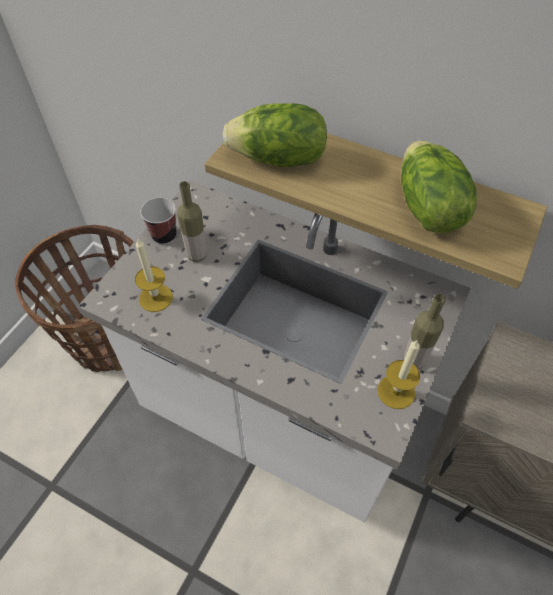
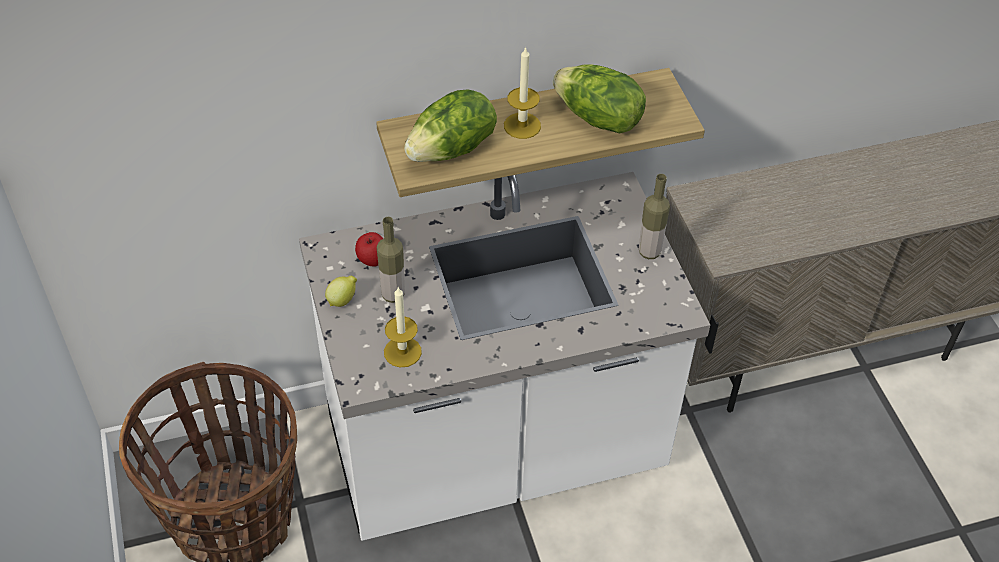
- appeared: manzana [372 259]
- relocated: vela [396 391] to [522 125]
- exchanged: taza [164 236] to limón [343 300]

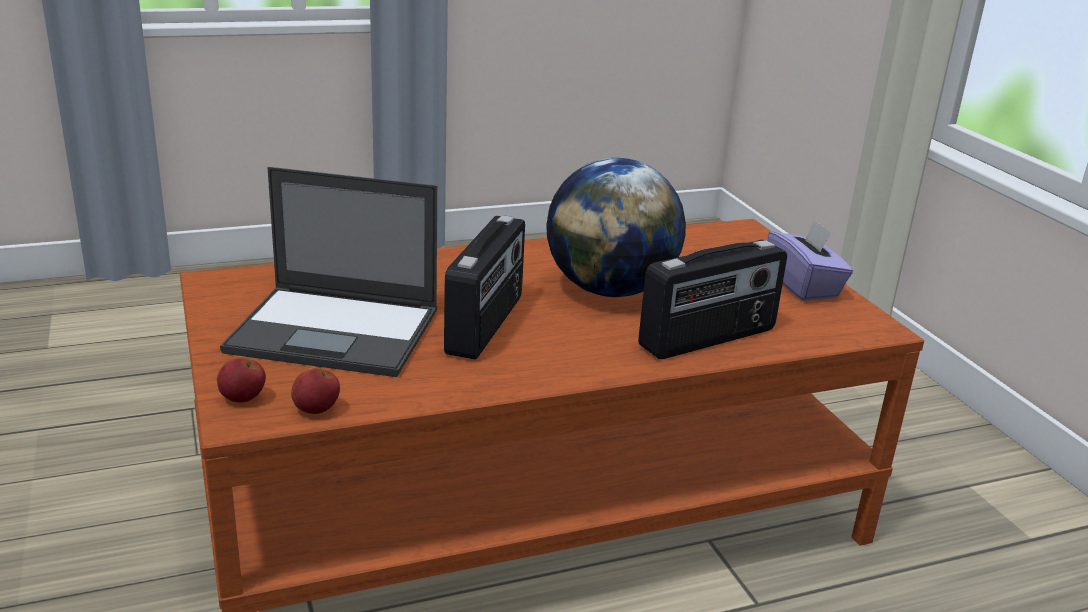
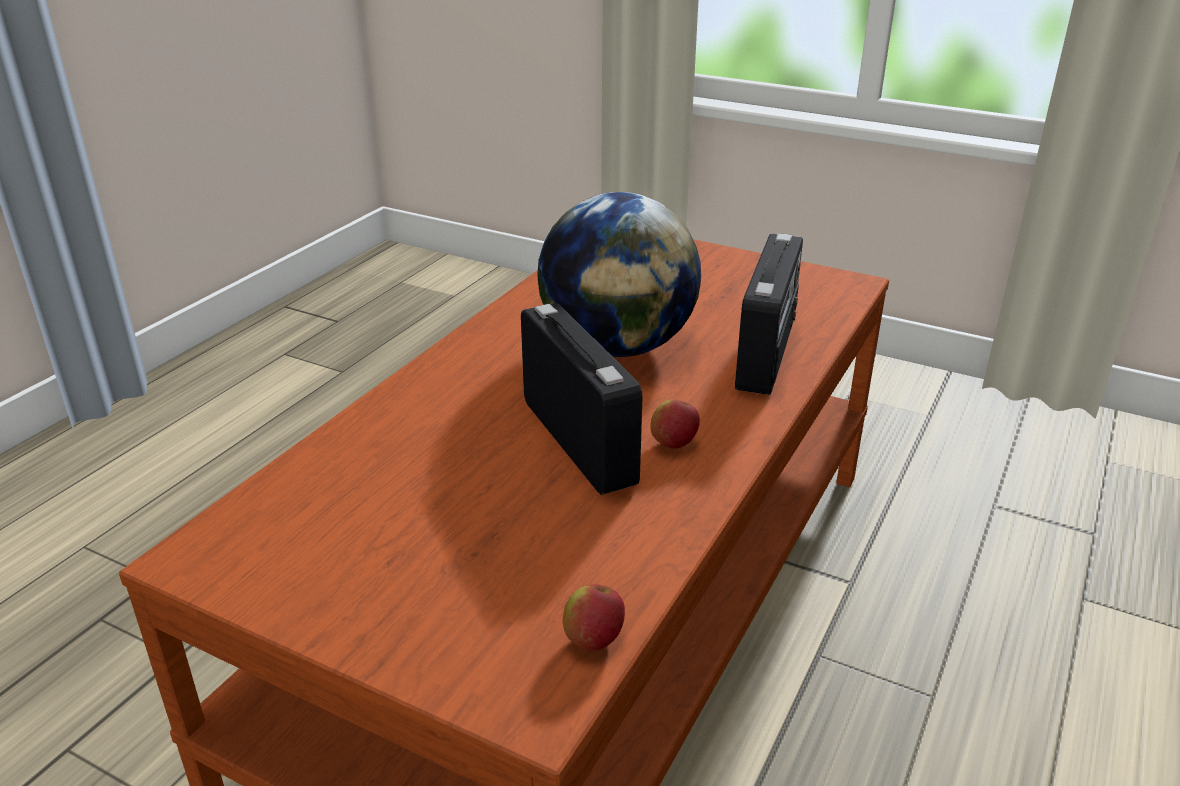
- missing: portátil [337 331]
- missing: caja de pañuelos (morado) [804 286]
- relocated: manzana [243 398] to [673 443]

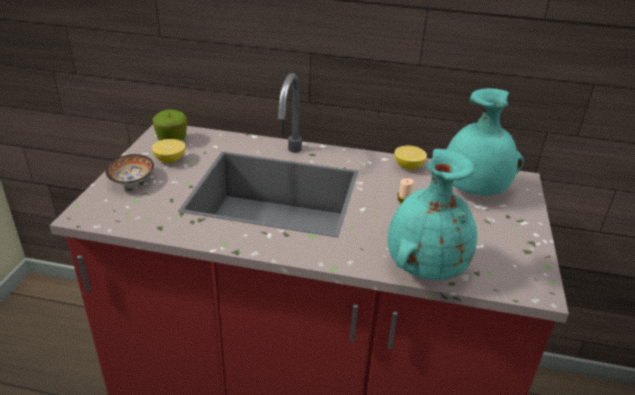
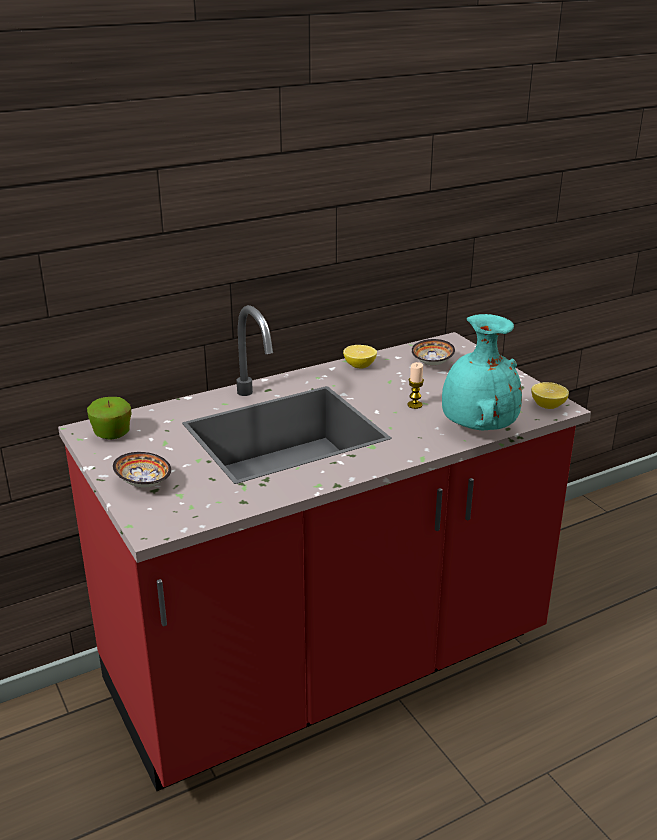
- relocated: limón [170 160] to [548 405]
- exchanged: florero (turquesa) [474 191] to cuenco [432 363]

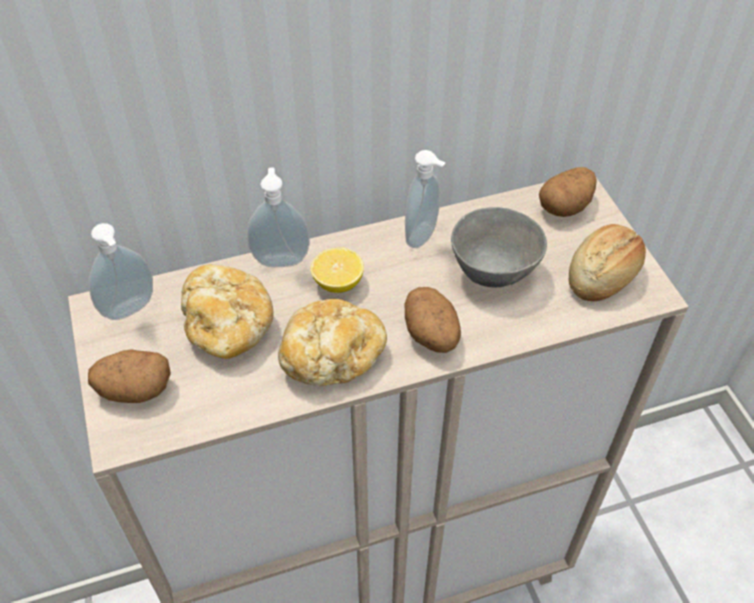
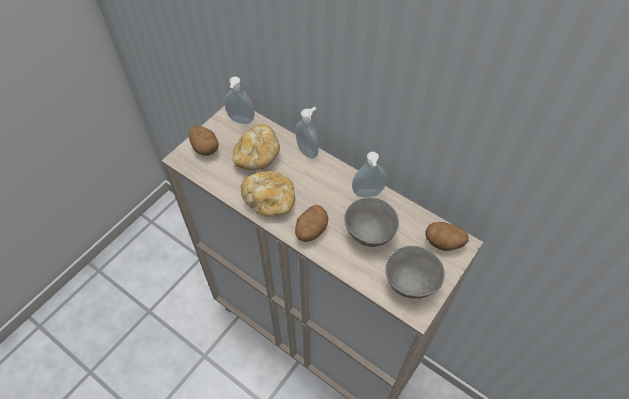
- missing: limón [338 283]
- exchanged: pan [604 275] to cuenco (gris) [410 284]

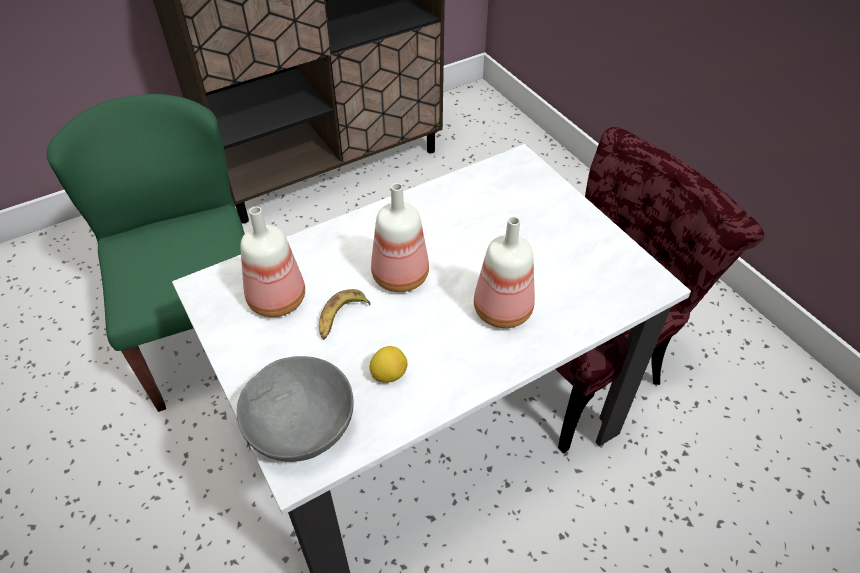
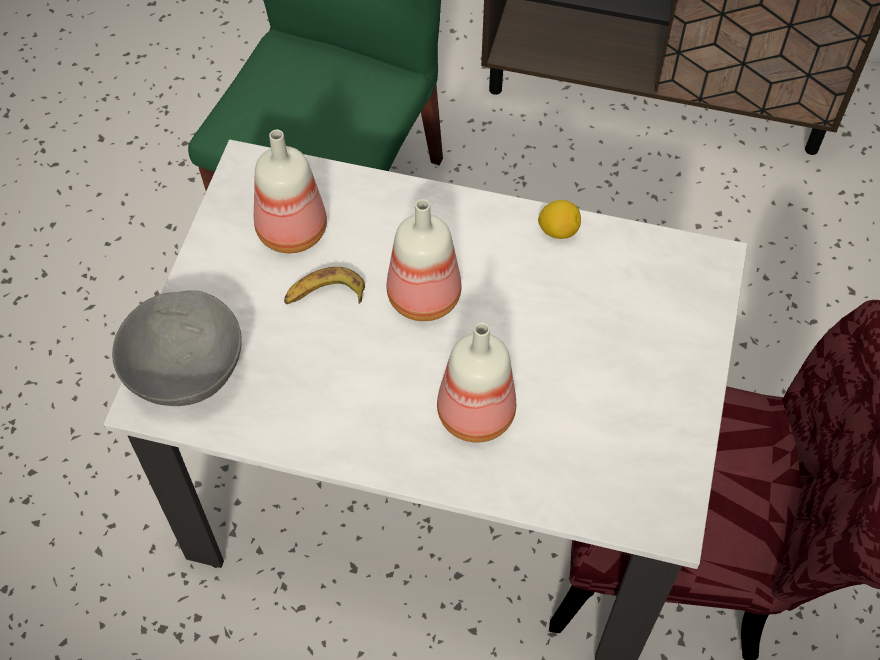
- relocated: limón [389 374] to [558 230]

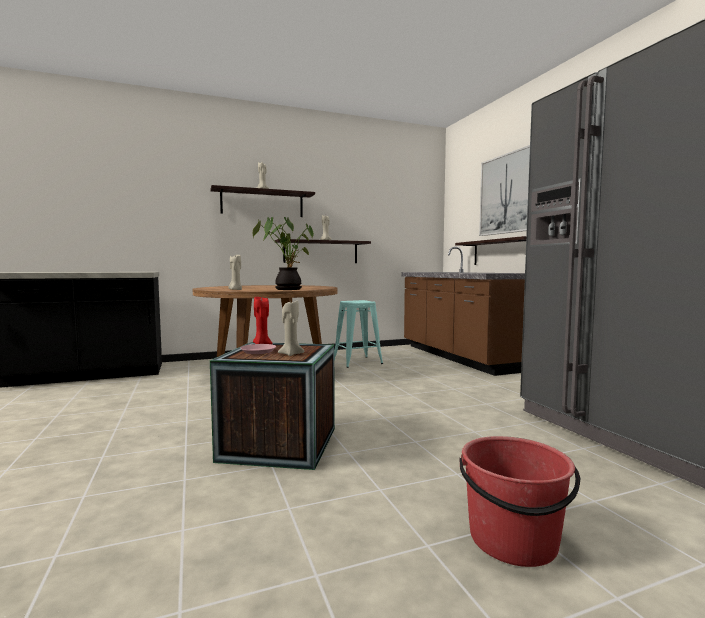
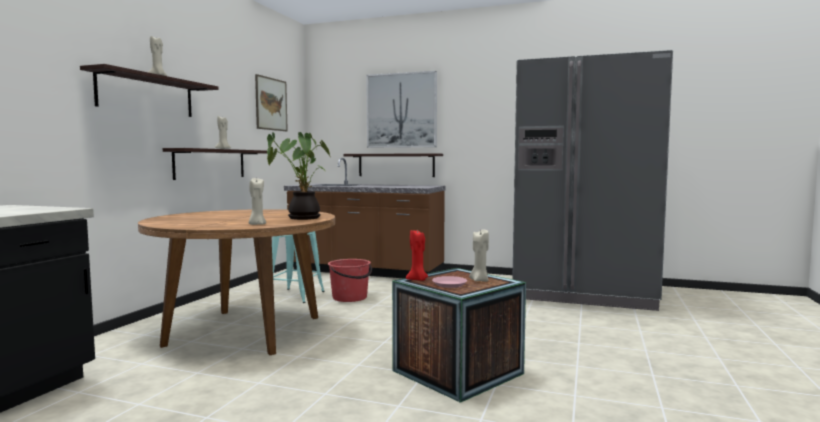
- appeared: cuadro [271 104]
- relocated: cubo (rojo) [513 540] to [350 298]

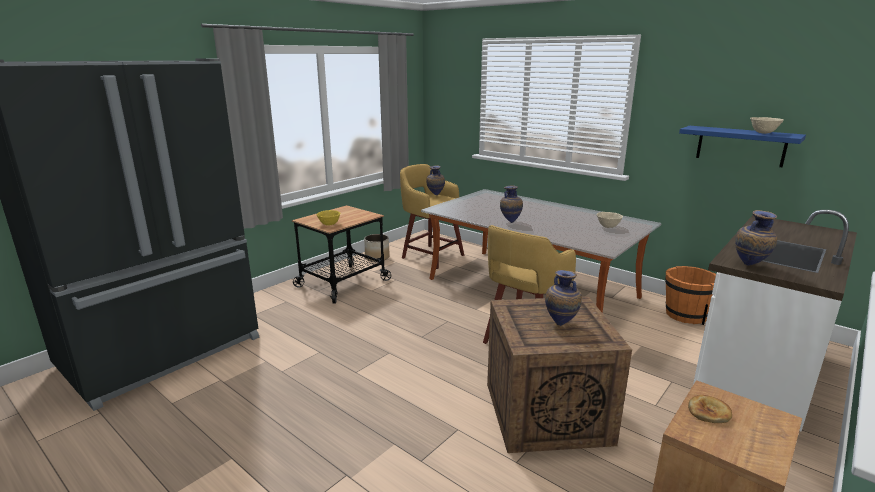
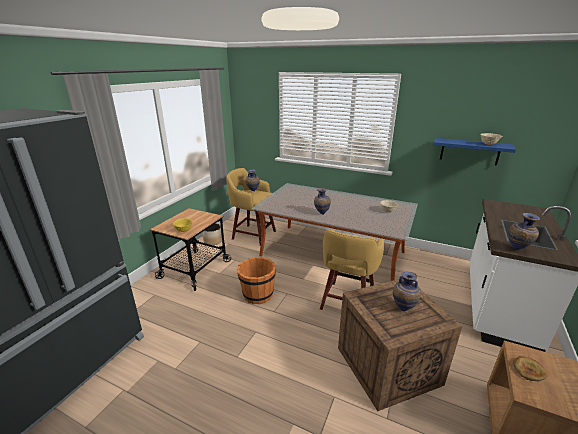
- relocated: cubo (naranja) [685 315] to [257 295]

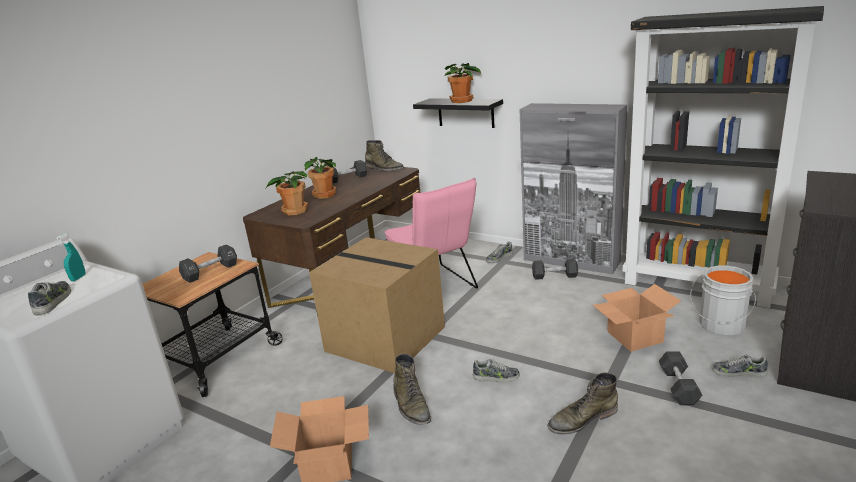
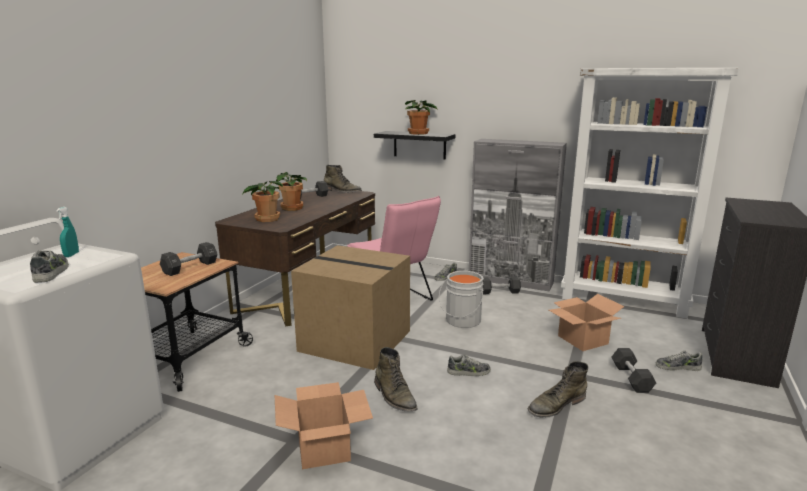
- relocated: cubo (gris) [720 325] to [462 321]
- colour: estantería (negro) [698 285] to estantería (blanco) [624 301]

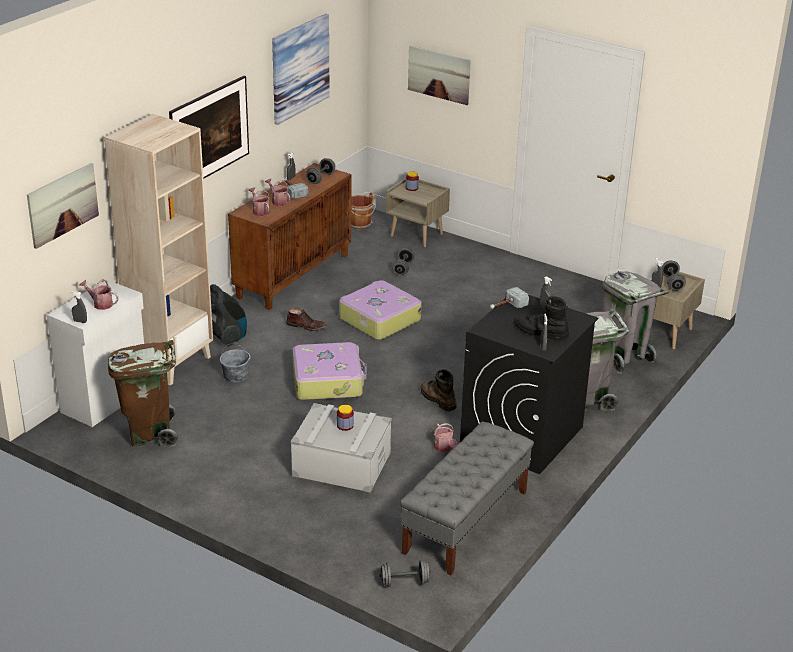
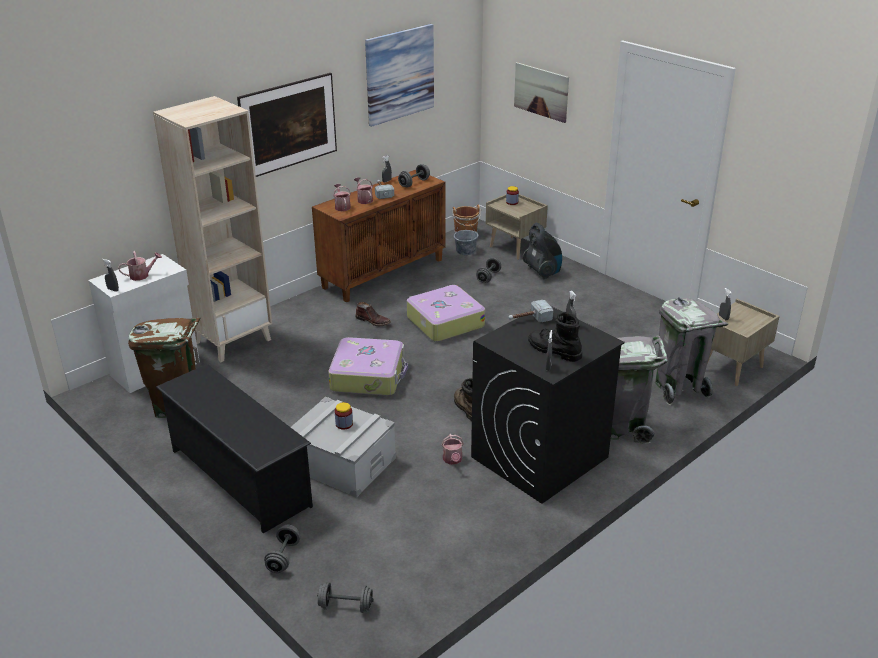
- missing: cuadro [62 204]
- missing: banco (gris) [465 522]
- appeared: zapatero (negro) [239 477]
- relocated: aspiradora [226 337] to [542 272]
- relocated: cubo (gris) [235 376] to [465 251]
- relocated: mancuerna (gris) [672 283] to [283 557]
- spun: regadera [100 304] = [142 275] 120 degrees clockwise

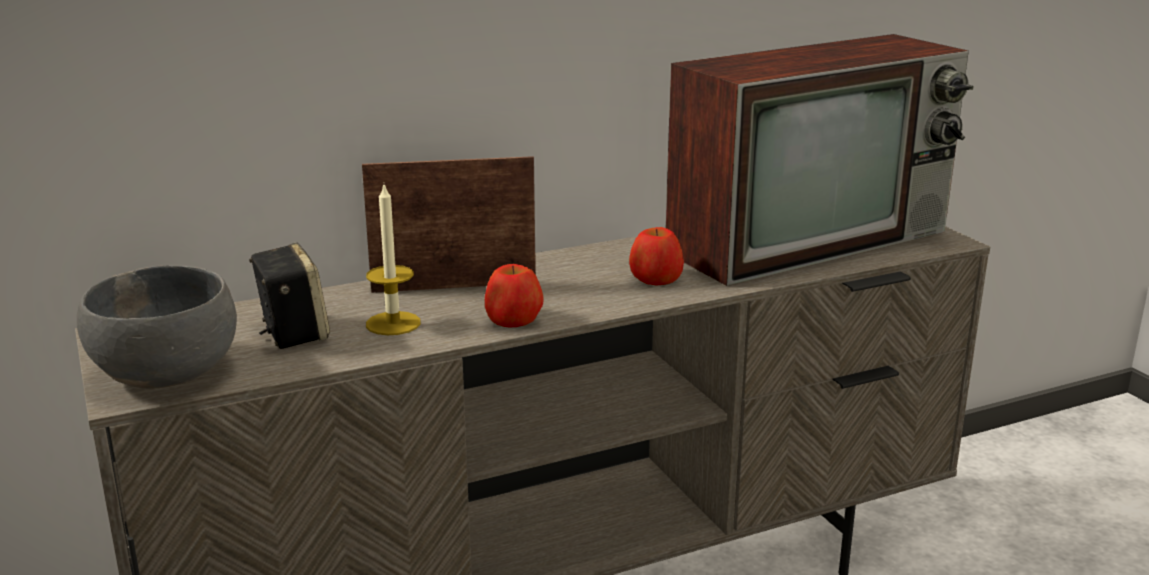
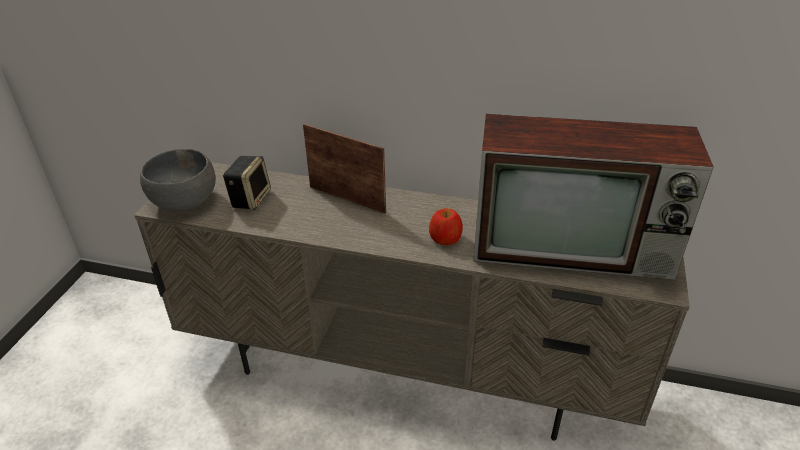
- missing: vela [393 323]
- missing: manzana [514 319]

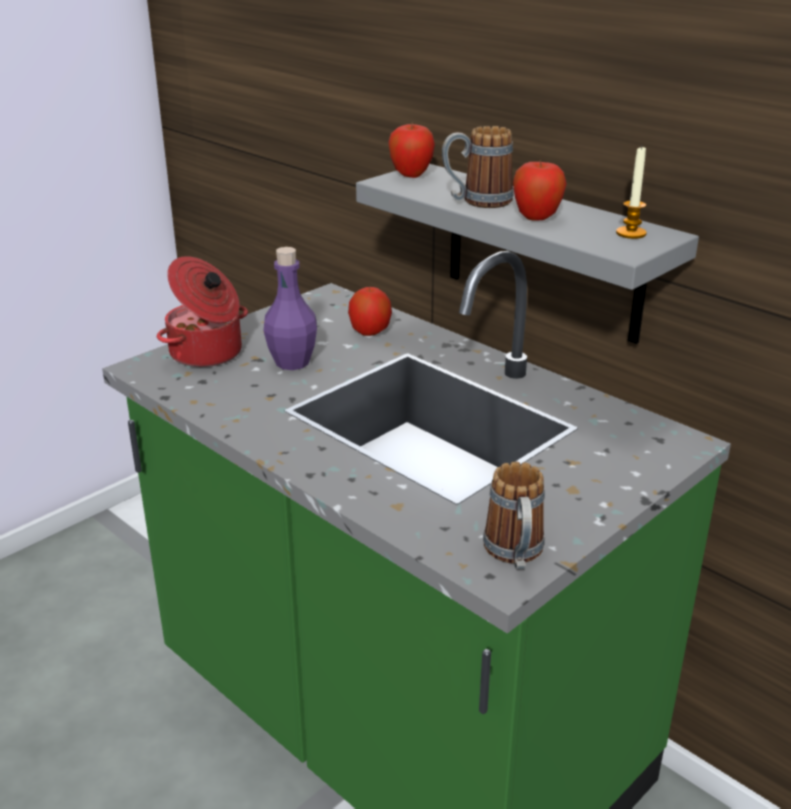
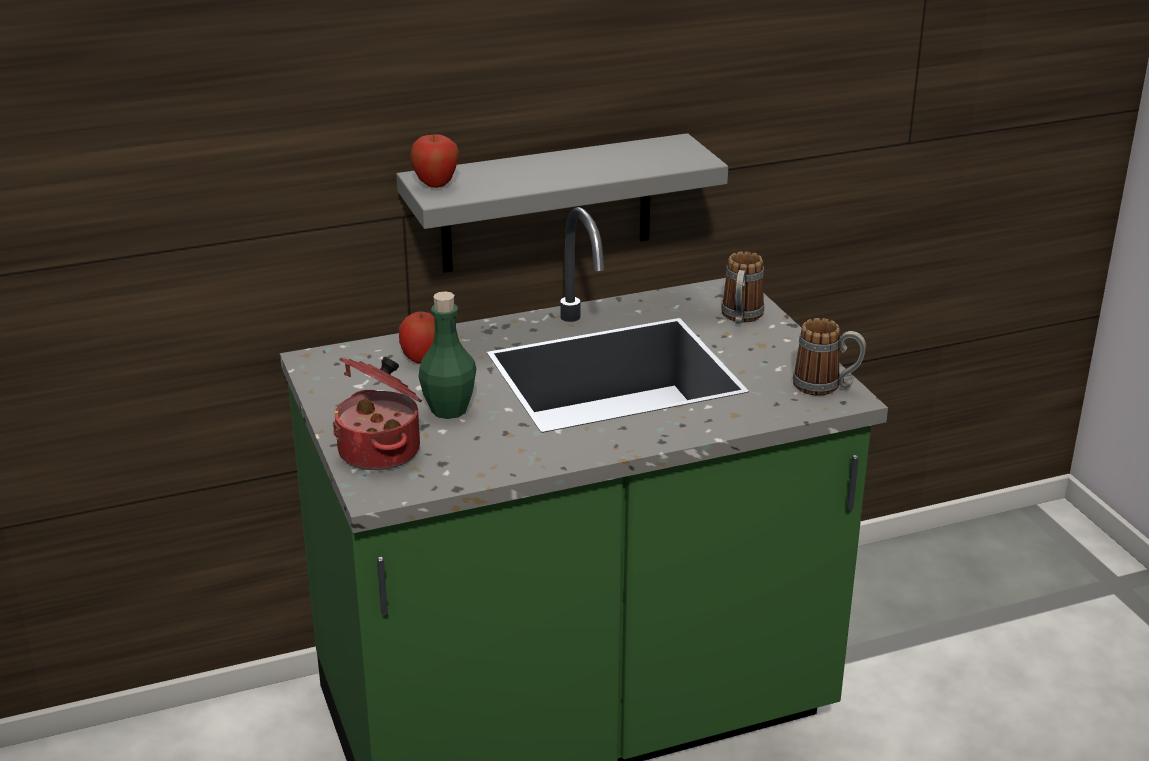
- missing: manzana [536 218]
- missing: vela [631 233]
- relocated: taza grande [476 201] to [740 318]
- colour: botella (morado) [292 362] to botella (verde) [449 409]

